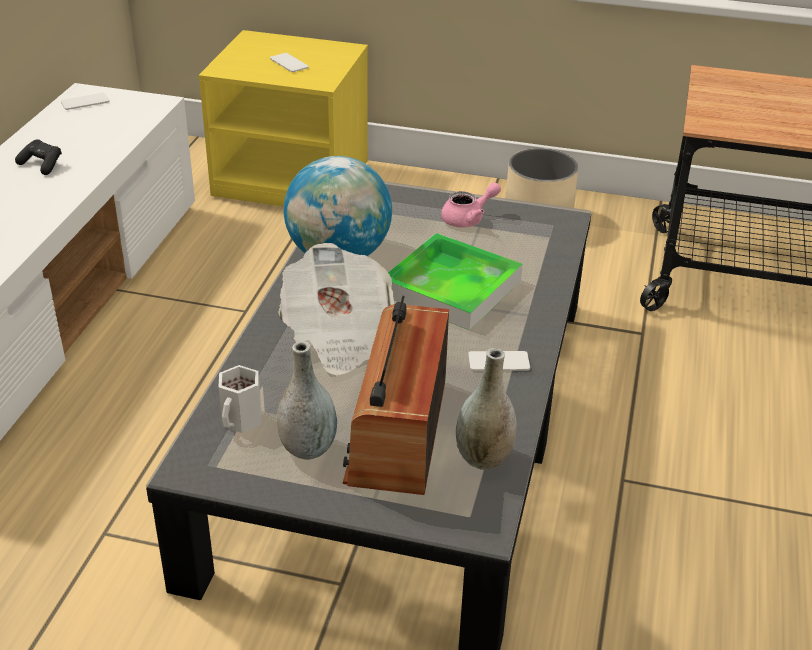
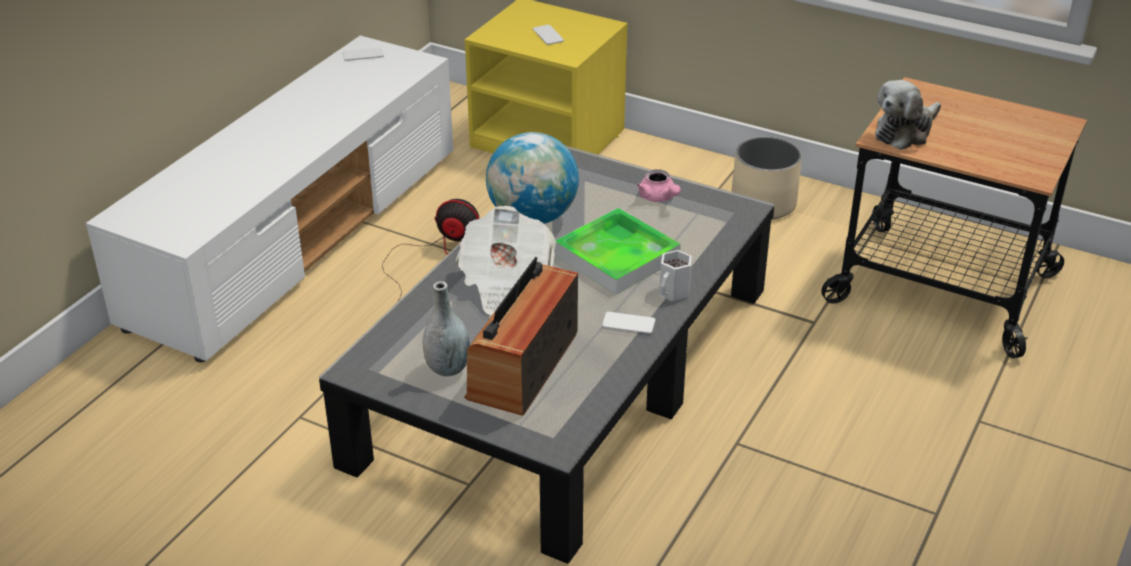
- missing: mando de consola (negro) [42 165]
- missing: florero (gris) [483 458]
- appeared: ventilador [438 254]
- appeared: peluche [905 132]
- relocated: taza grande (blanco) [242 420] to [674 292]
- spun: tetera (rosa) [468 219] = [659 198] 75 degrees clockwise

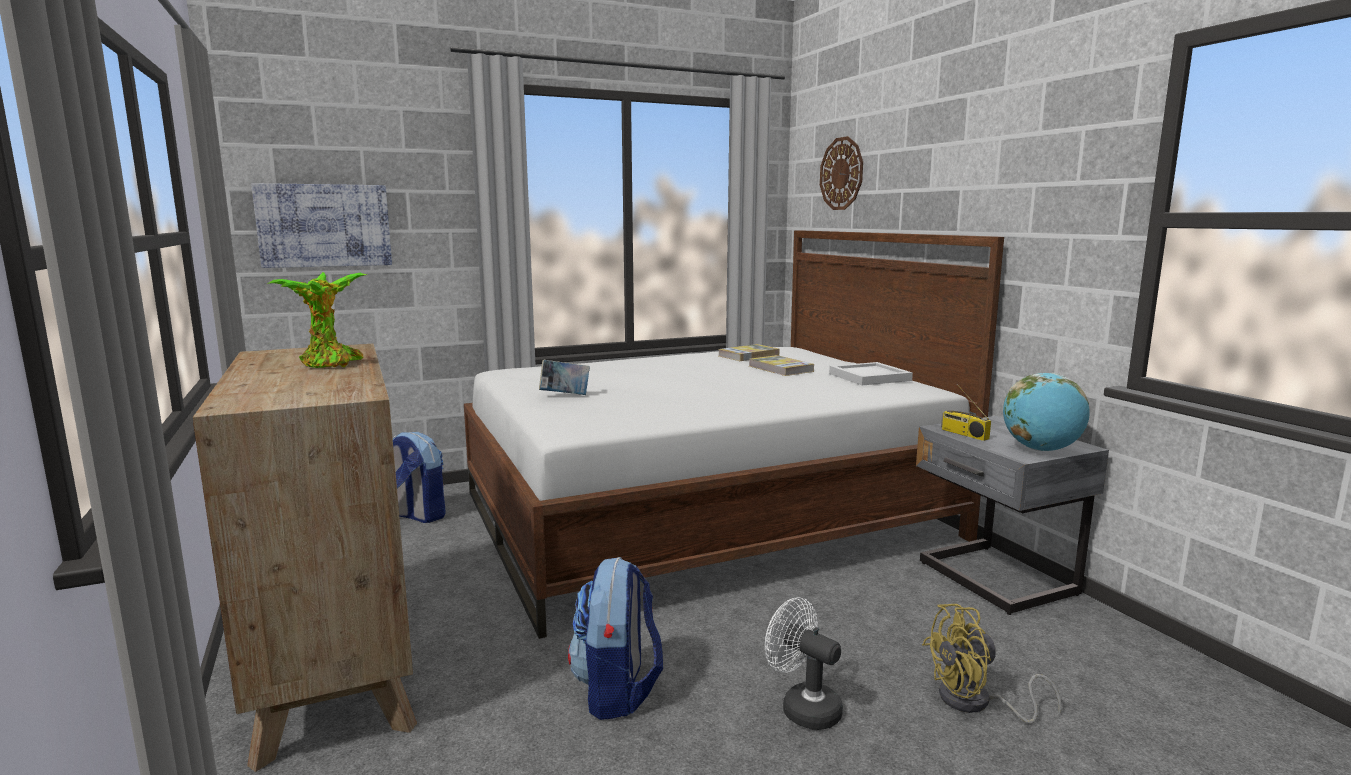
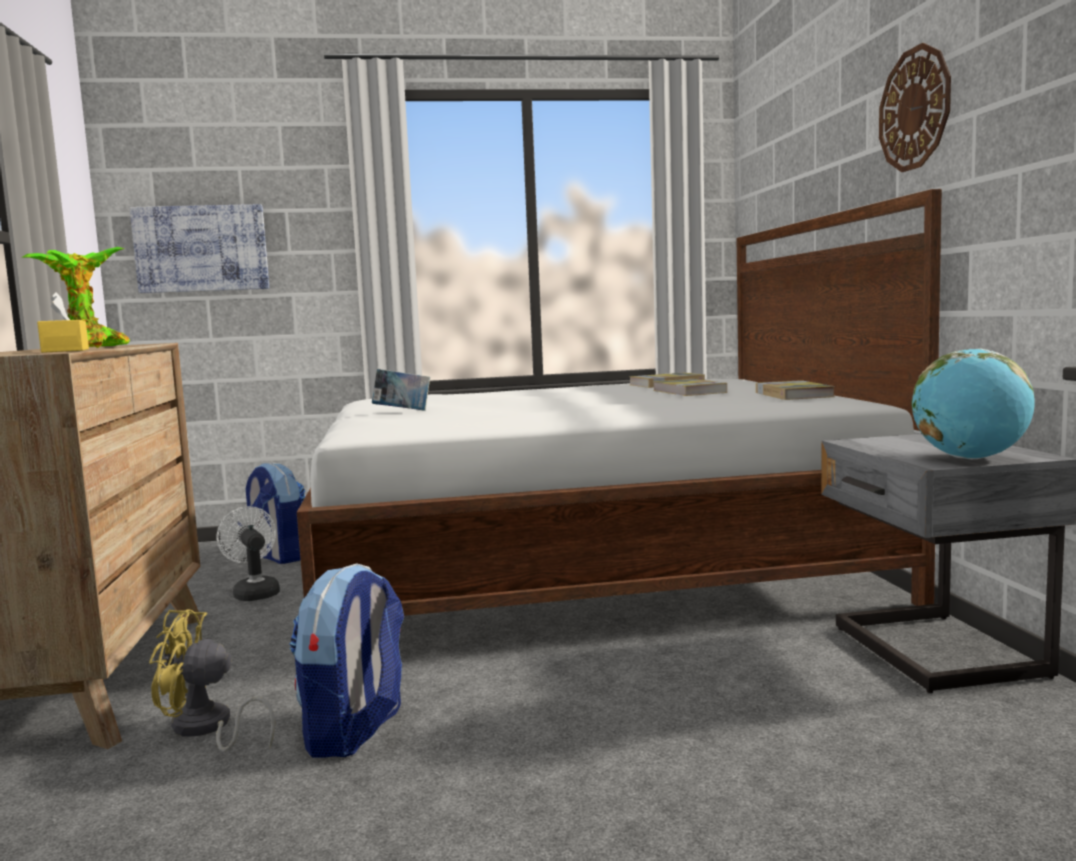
- missing: radio [963 434]
- appeared: caja de pañuelos (amarillo) [66 350]
- relocated: ventilador (blanco) [803 707] to [254 592]
- relocated: reloj de pared [841 173] to [914 109]
- relocated: ventilador (amarillo) [975 703] to [206 729]
- exchanged: bandeja (blanco) [869 377] to libro [793 394]

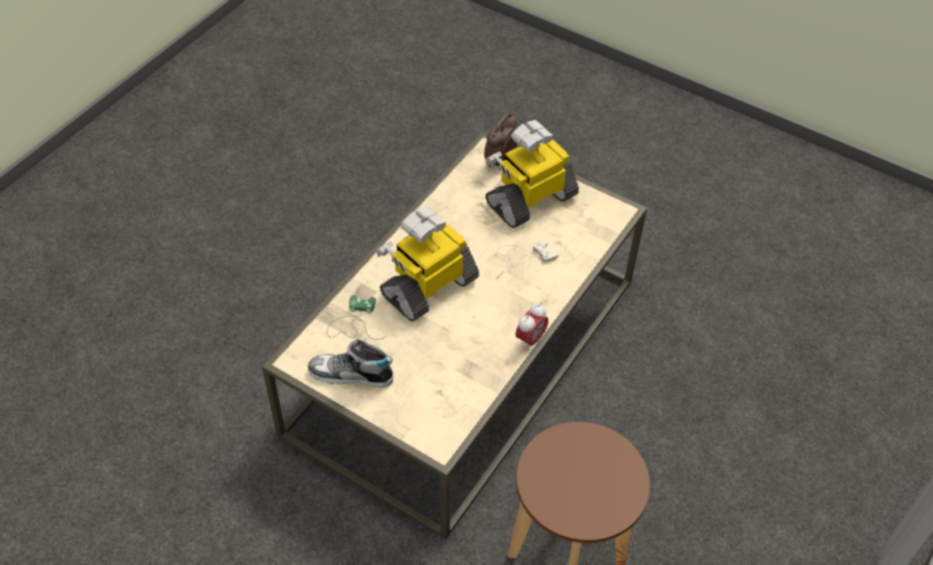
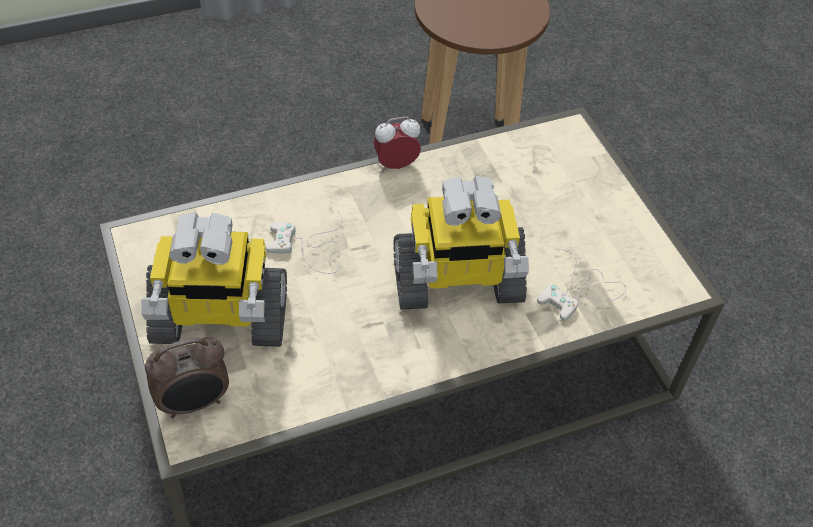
- missing: zapato [351 375]
- colour: mando de consola (verde) [354 322] to mando de consola (blanco) [580 290]

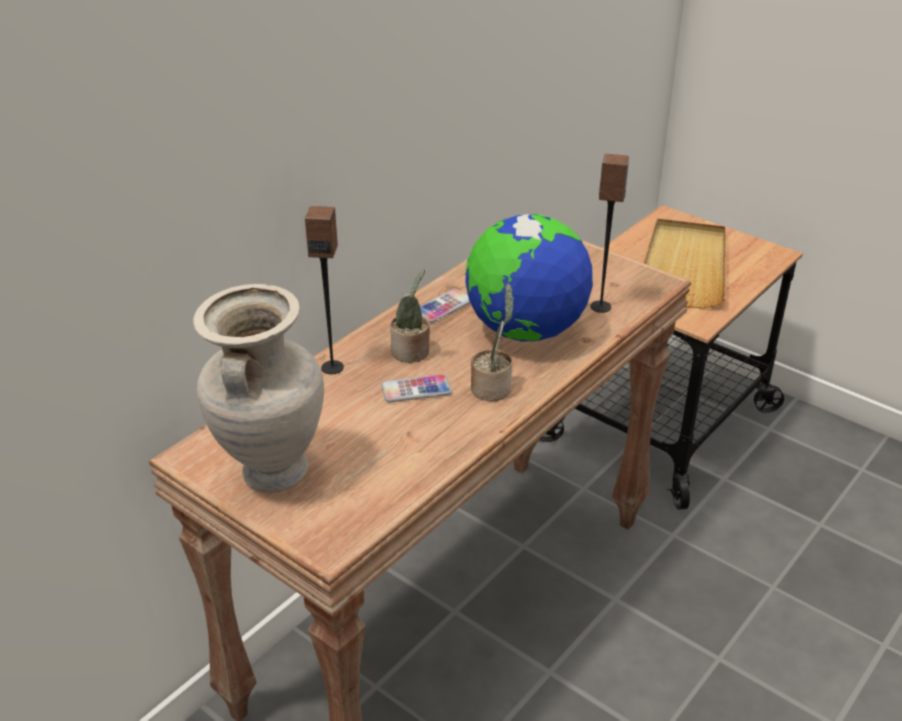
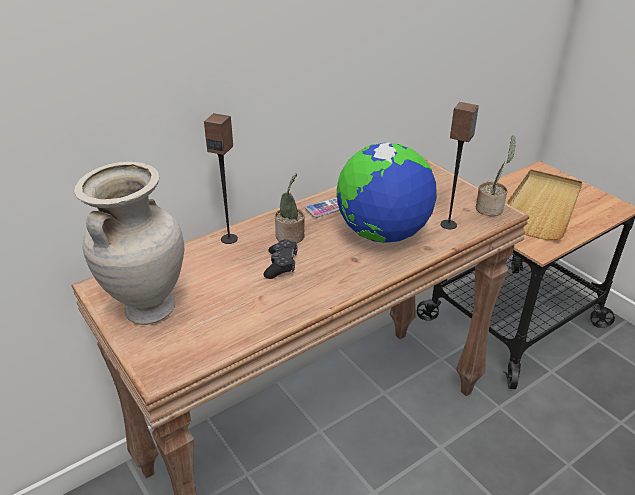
- relocated: planta en maceta [492 387] to [490 208]
- exchanged: móvil [416 390] to mando de consola (negro) [281 265]

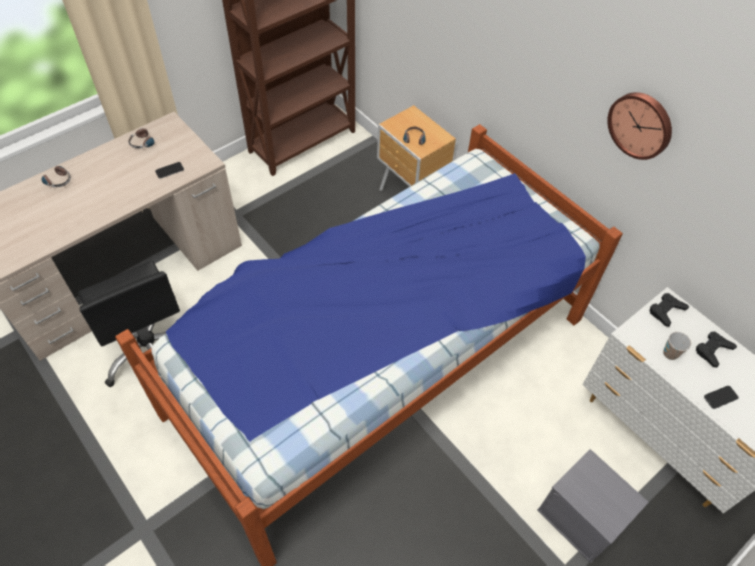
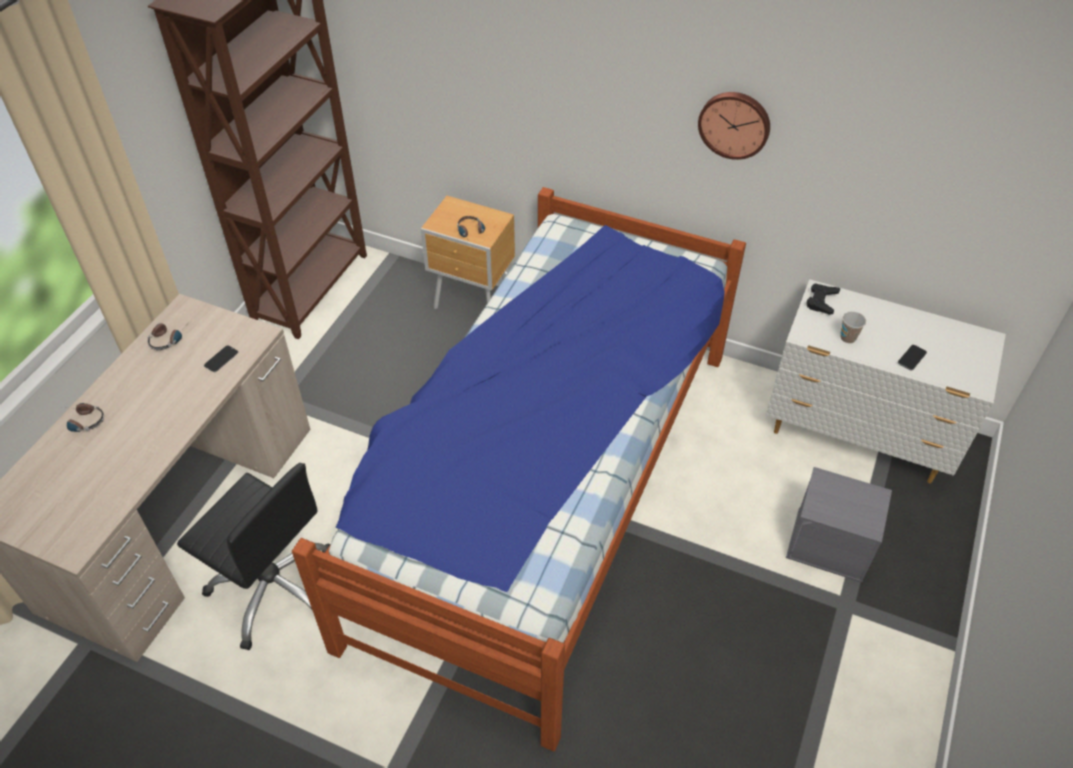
- missing: mando de consola (negro) [713 350]

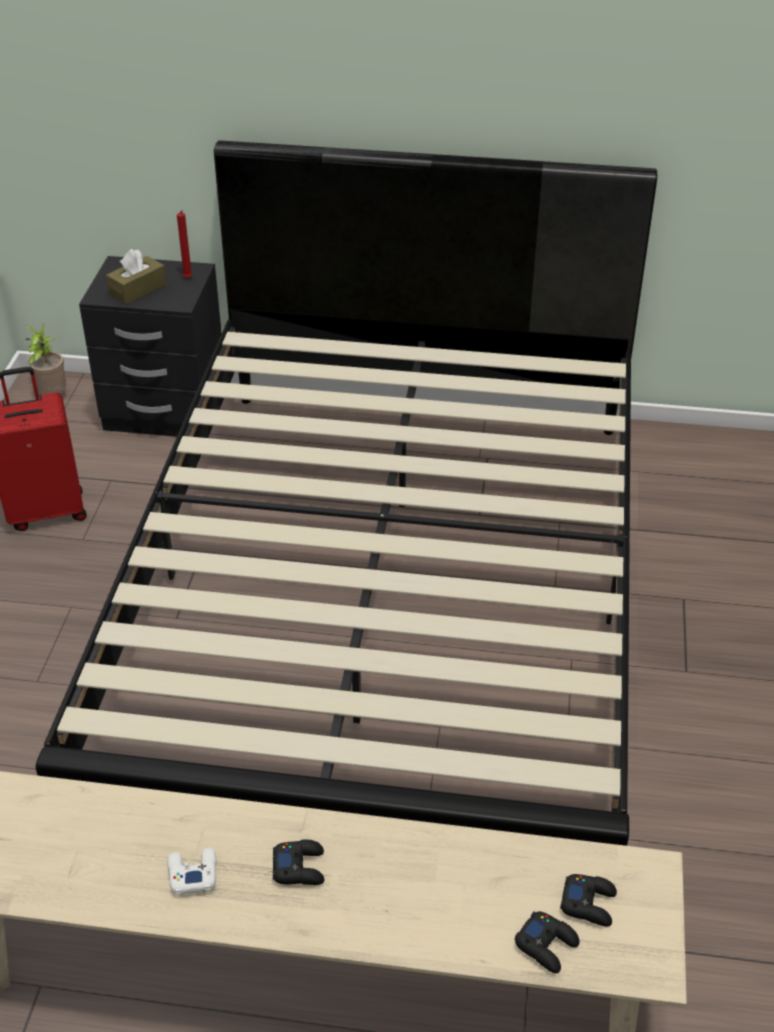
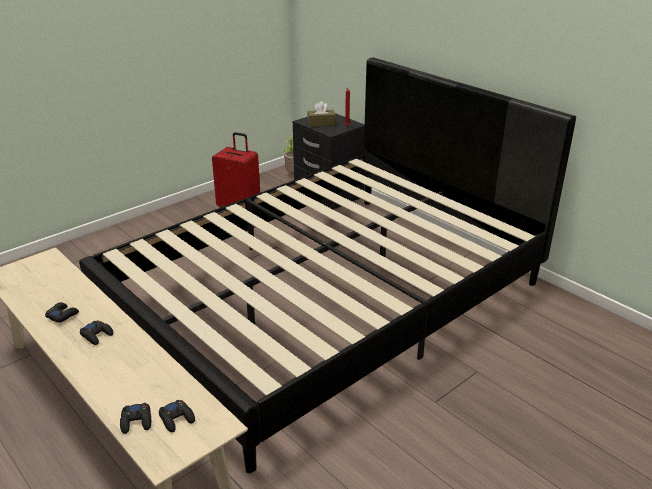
- colour: mando de consola (blanco) [192 874] to mando de consola (negro) [62 315]

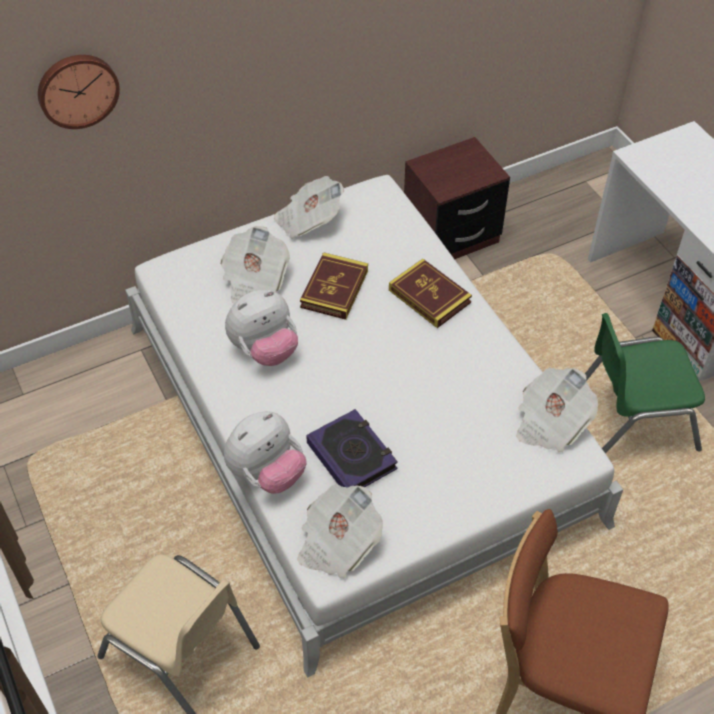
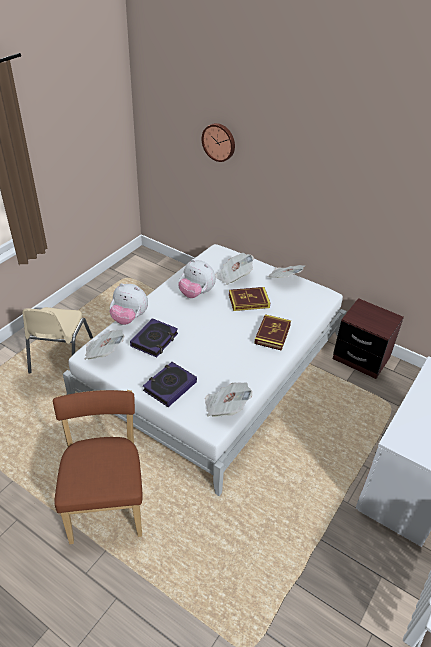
- missing: silla (verde) [632 420]
- appeared: libro [169 386]

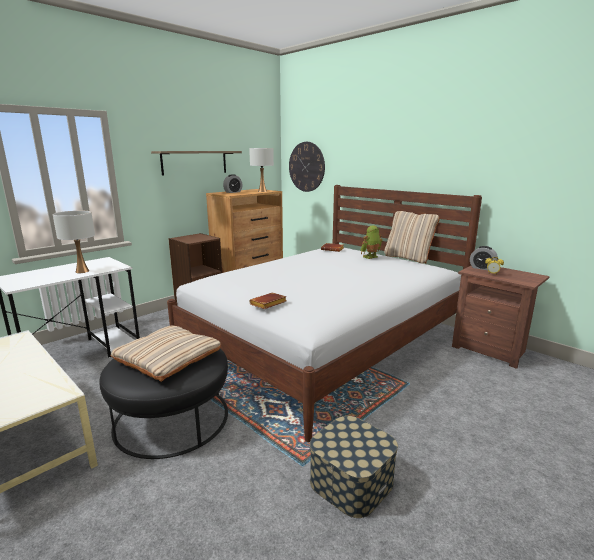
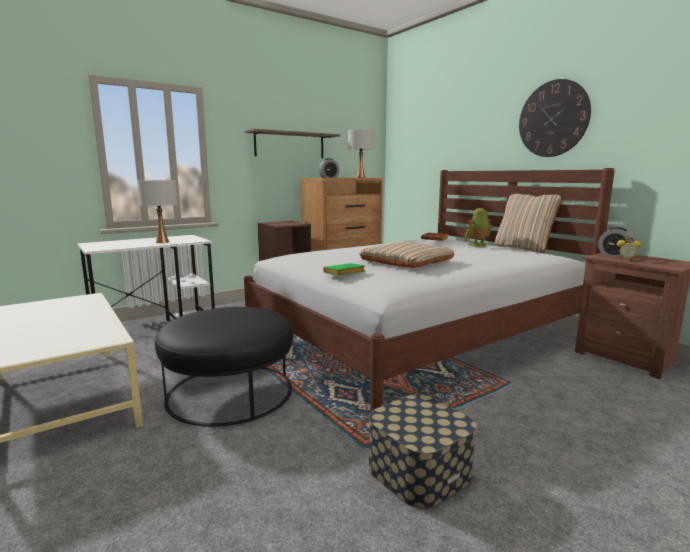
- relocated: cojín (beis) [168 357] to [406 262]
- relocated: reloj de pared [306 167] to [553 119]
- colour: libro (marrón) [268 304] to libro (verde) [344 273]

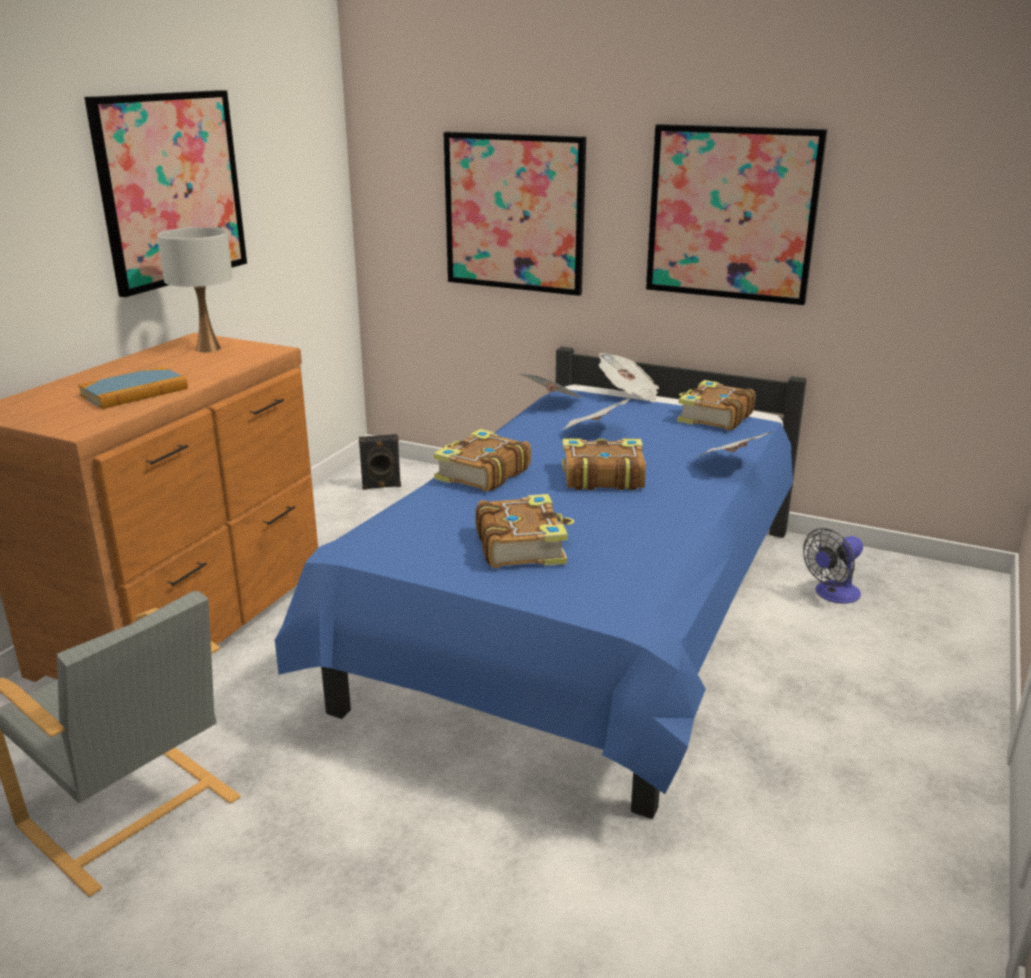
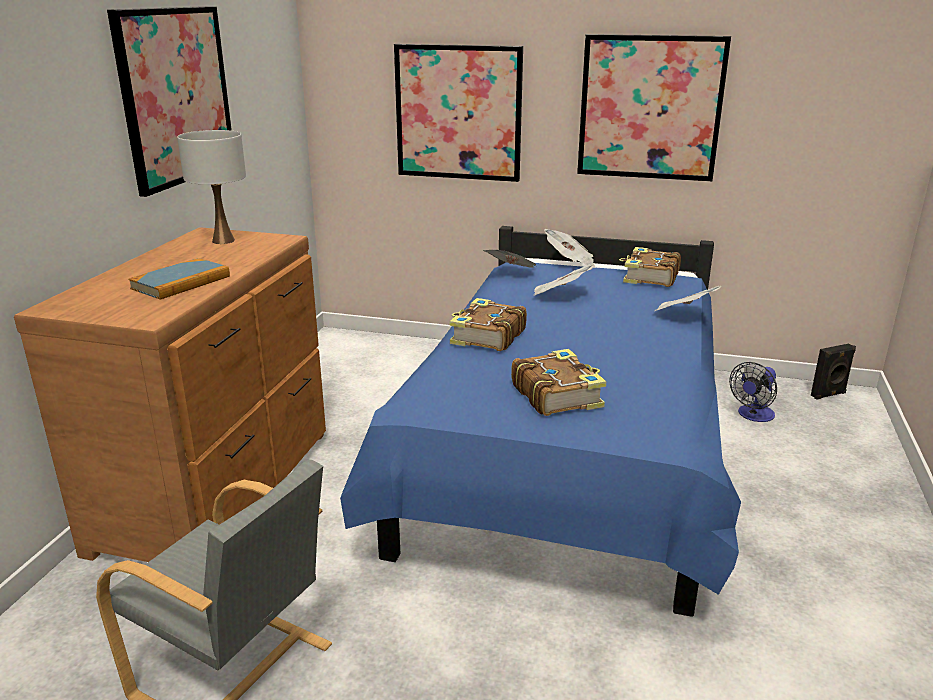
- missing: libro [601 477]
- relocated: altavoz (negro) [381 487] to [829 395]

